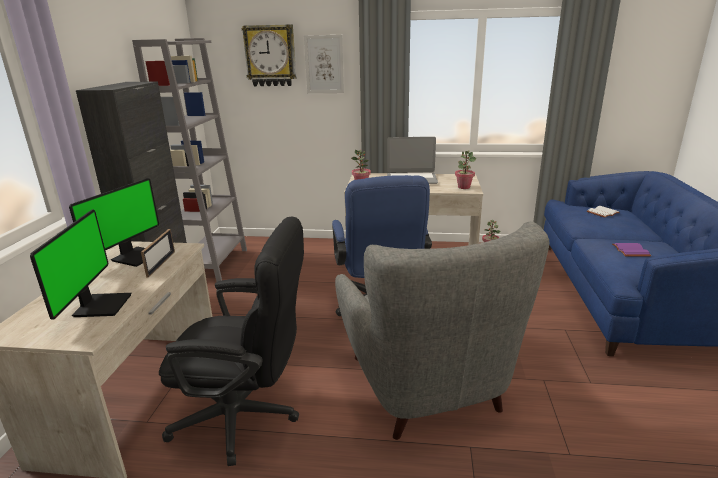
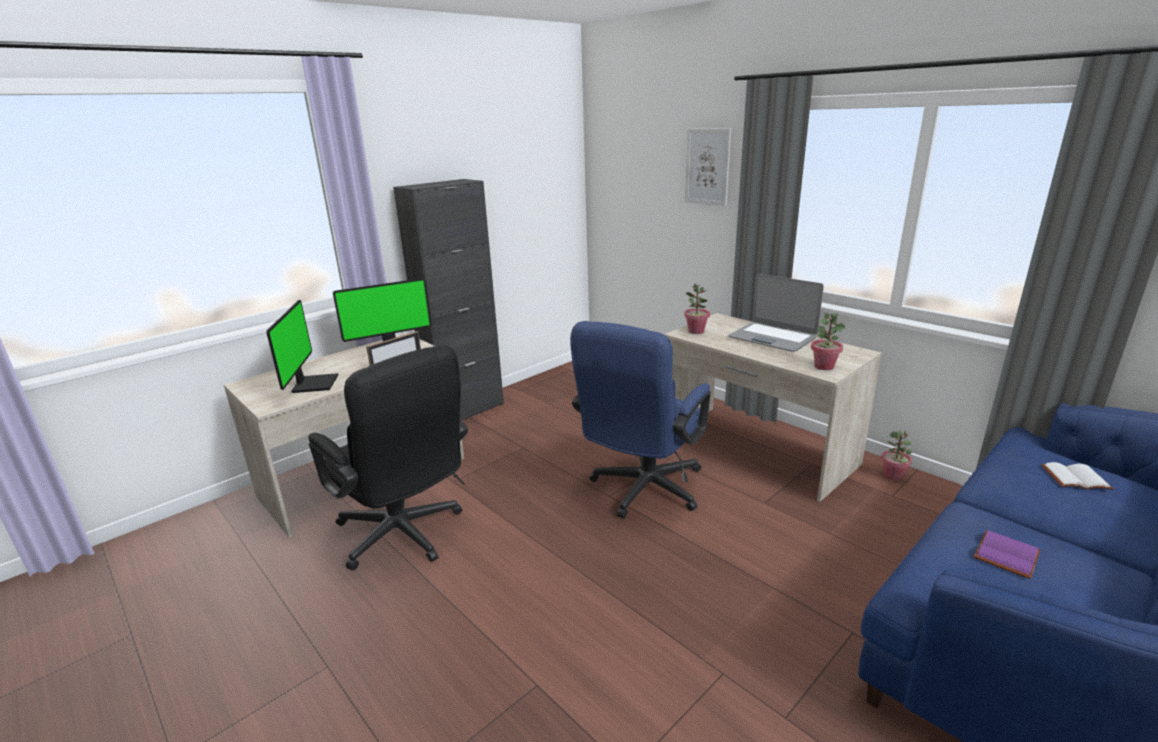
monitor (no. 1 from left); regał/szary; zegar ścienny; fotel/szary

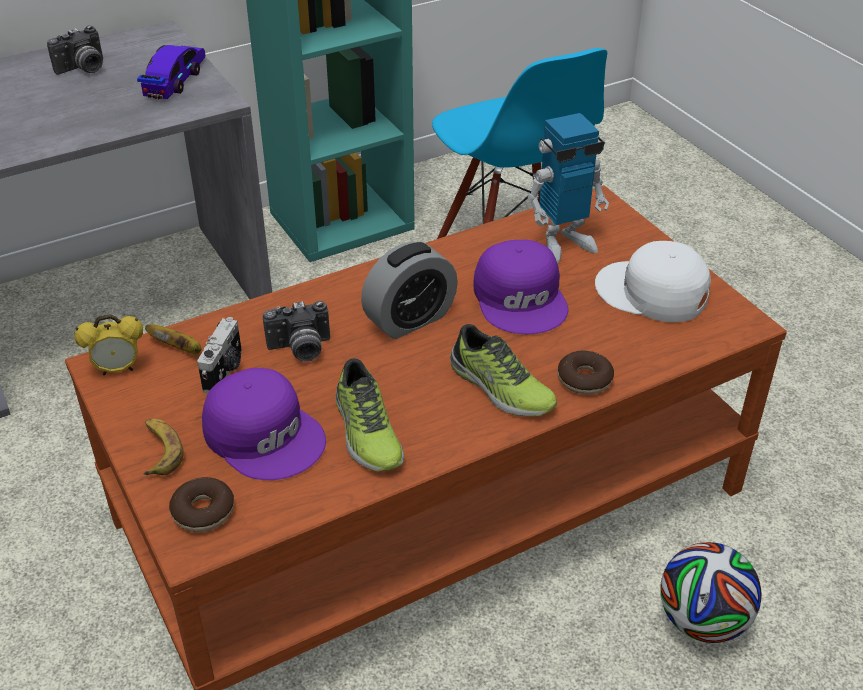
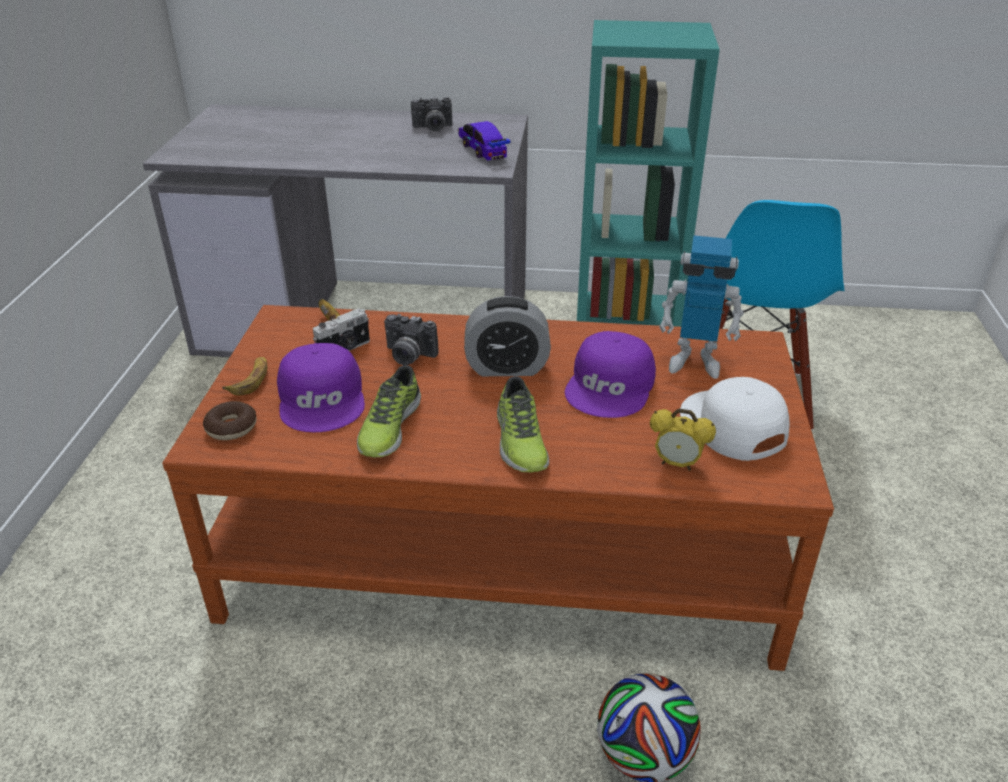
samochodzik; budzik (no. 2 from left); donut (no. 2 from left in the first image)

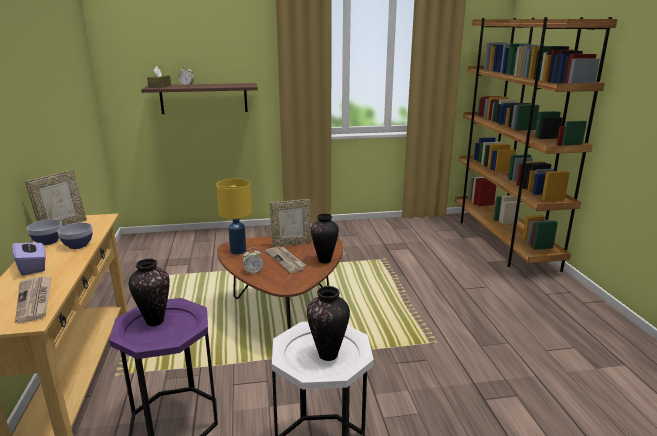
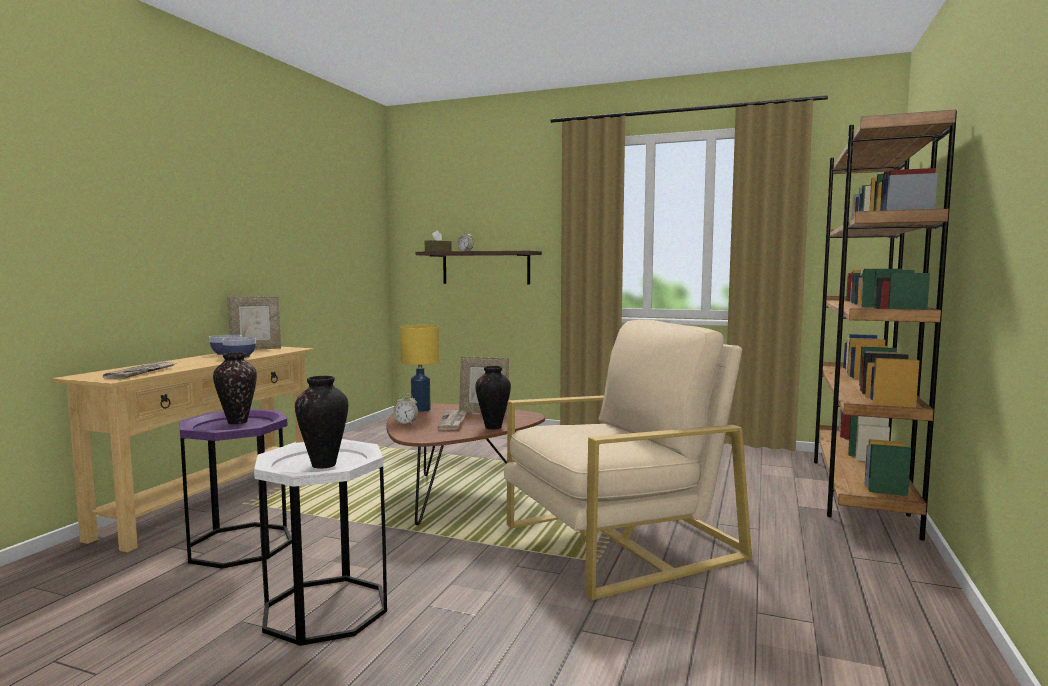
fotel/beżowy; pudełko chusteczek/fioletowy

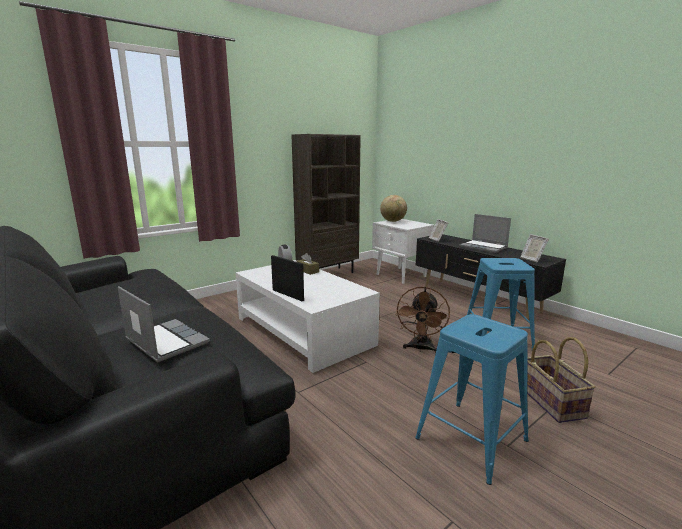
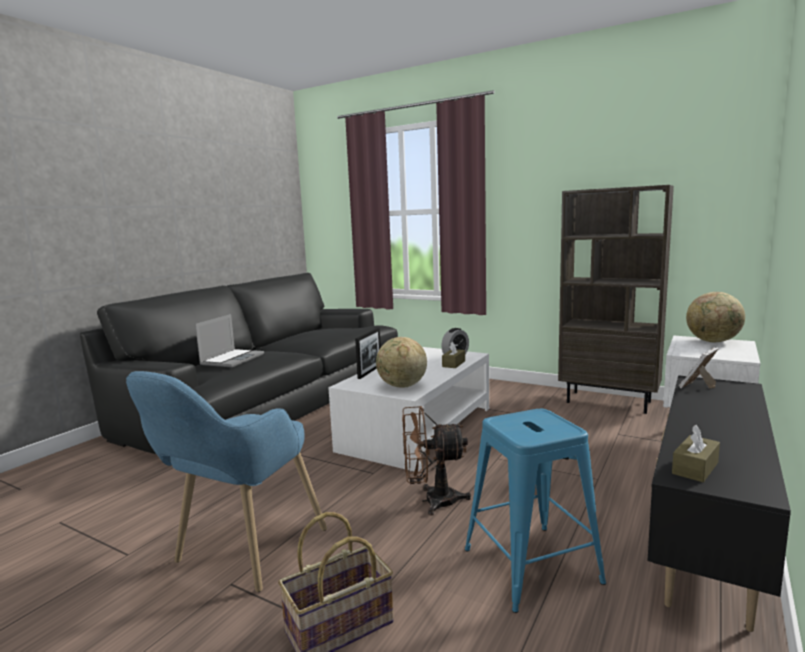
fotel/niebieski; globus (no. 1 from left); pudełko chusteczek/brązowy (no. 2 from left); laptop (no. 2 from left in the first image)

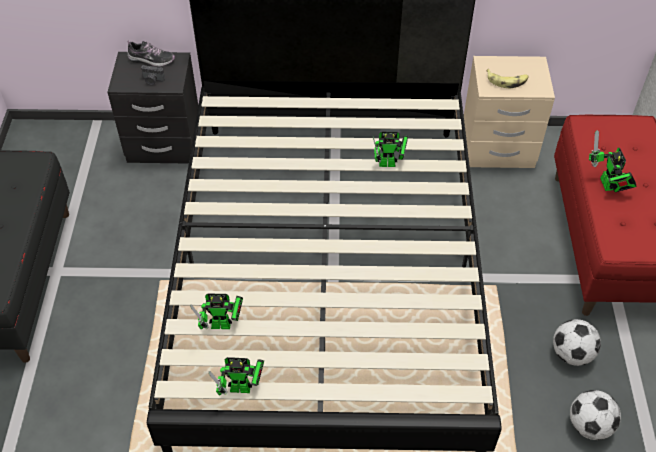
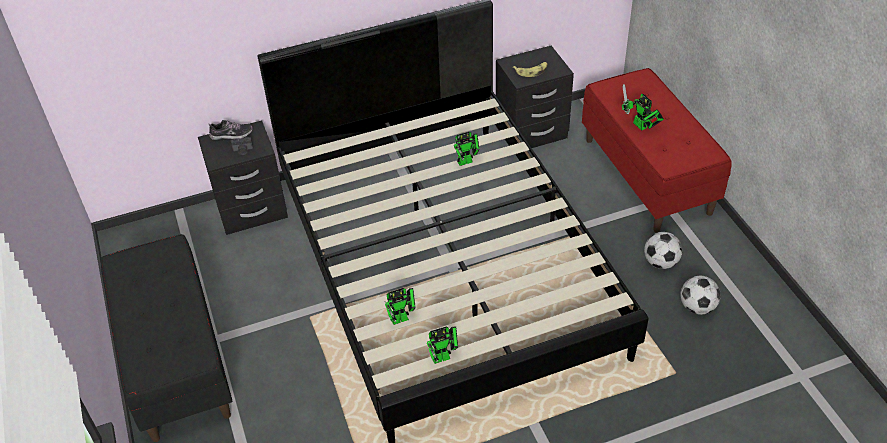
szafka nocna/czarny (no. 2 from left)

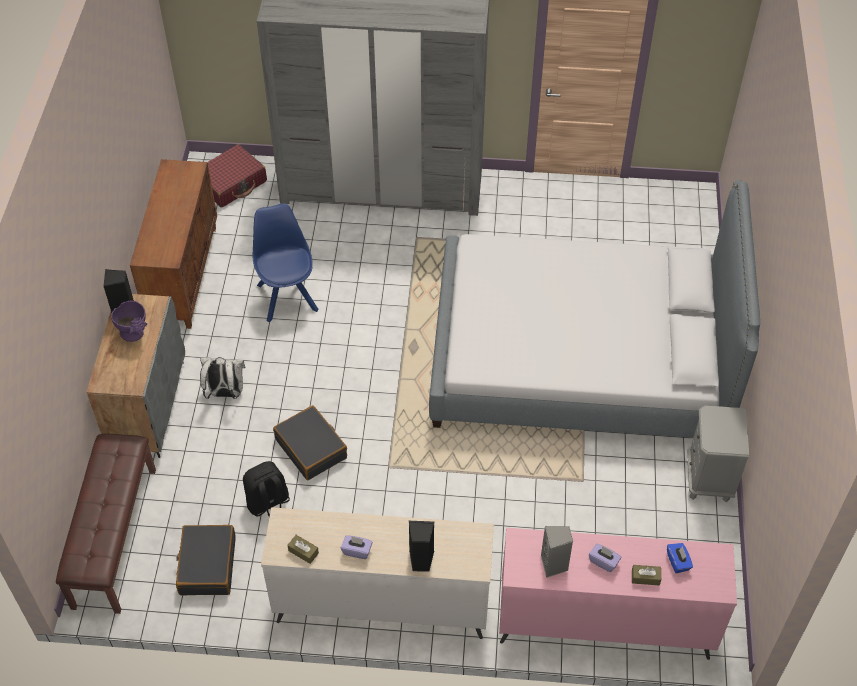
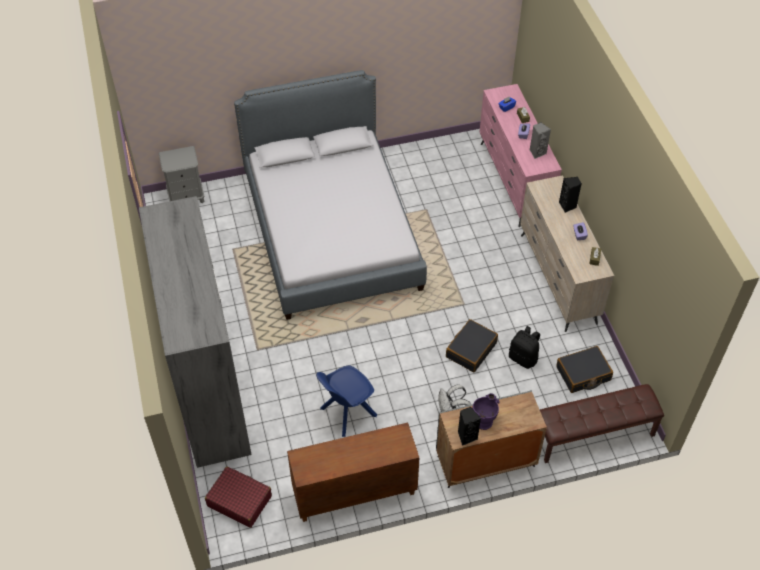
szafka nocna/szary

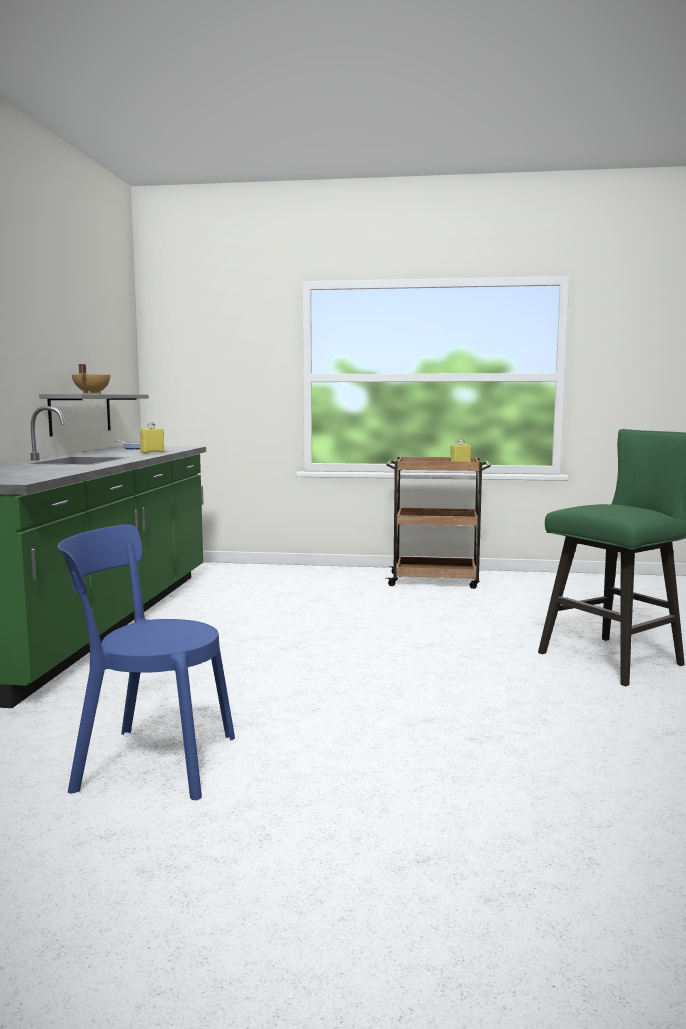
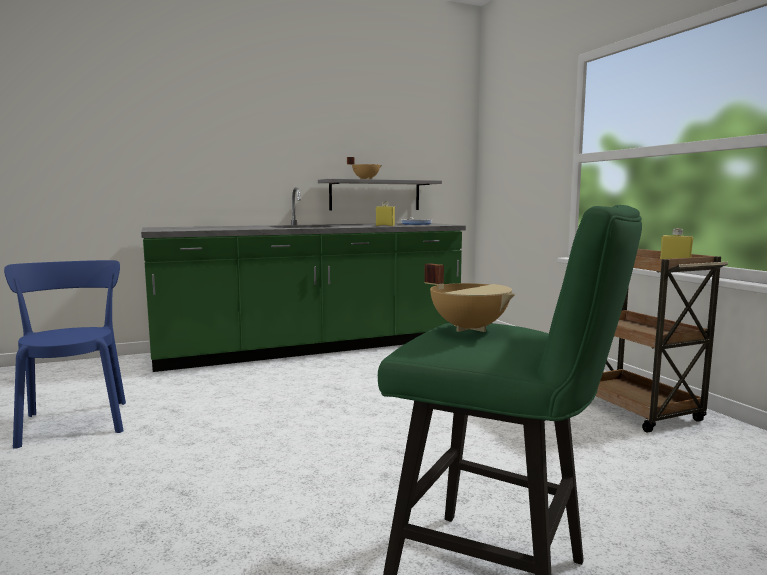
garnek/beżowy (no. 2 from left)

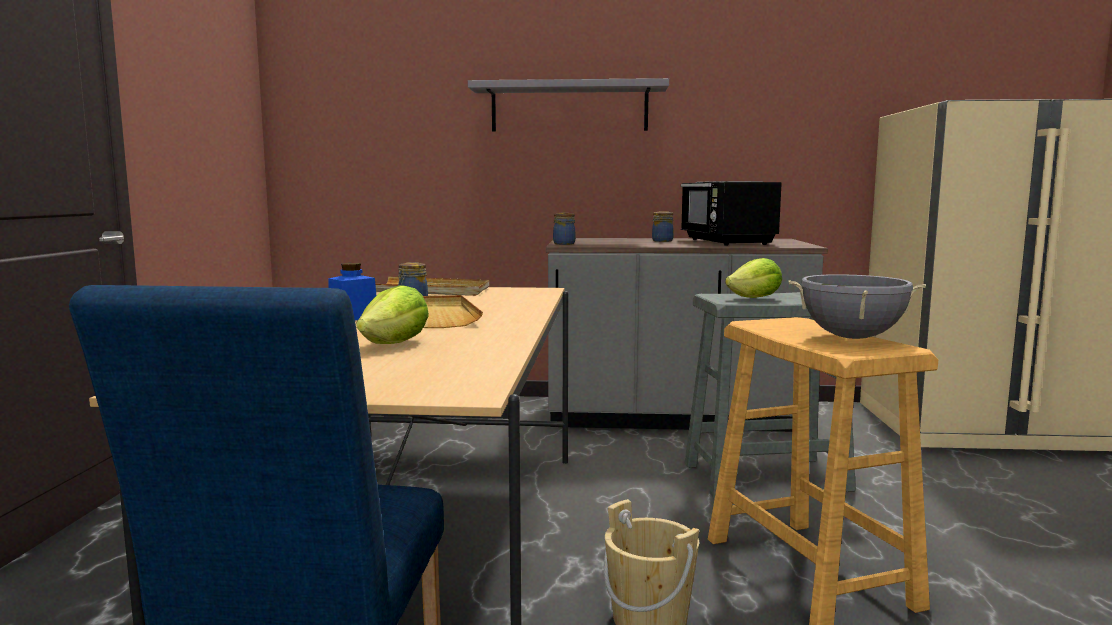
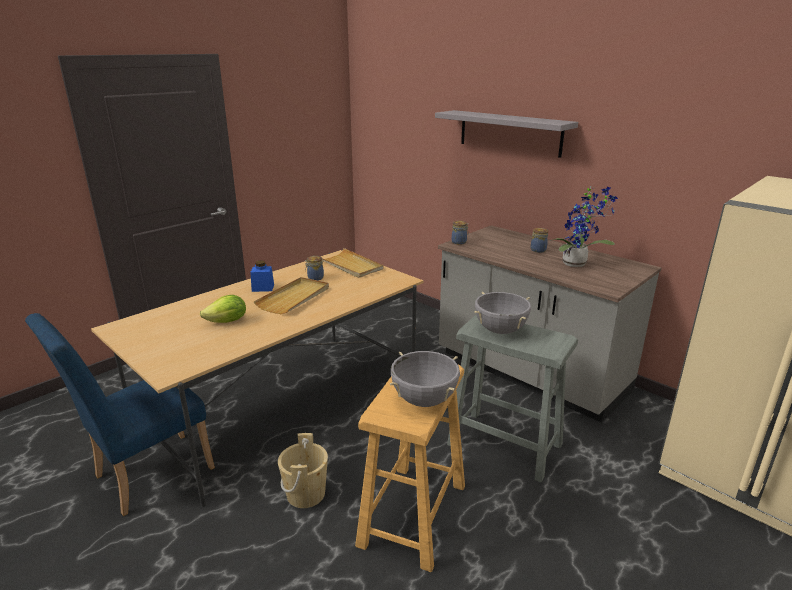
garnek/szary (no. 2 from left); roślina doniczkowa

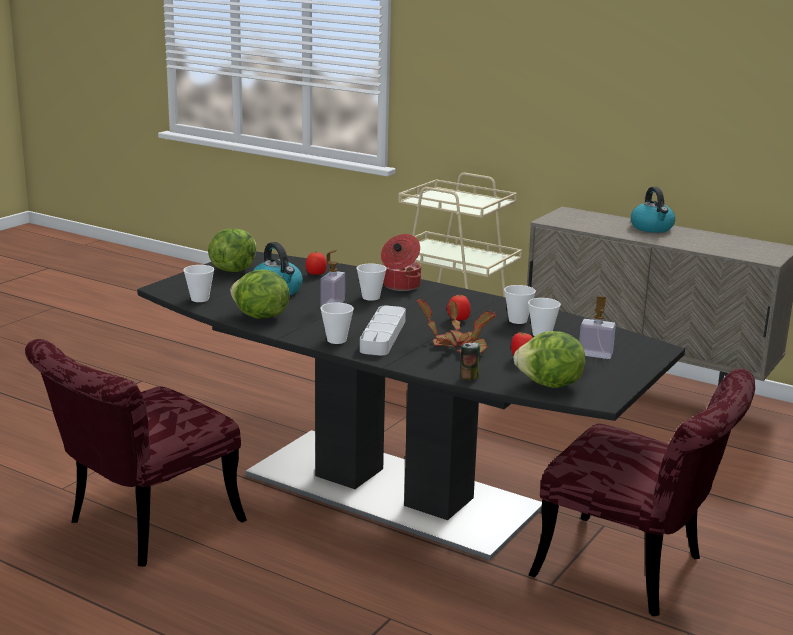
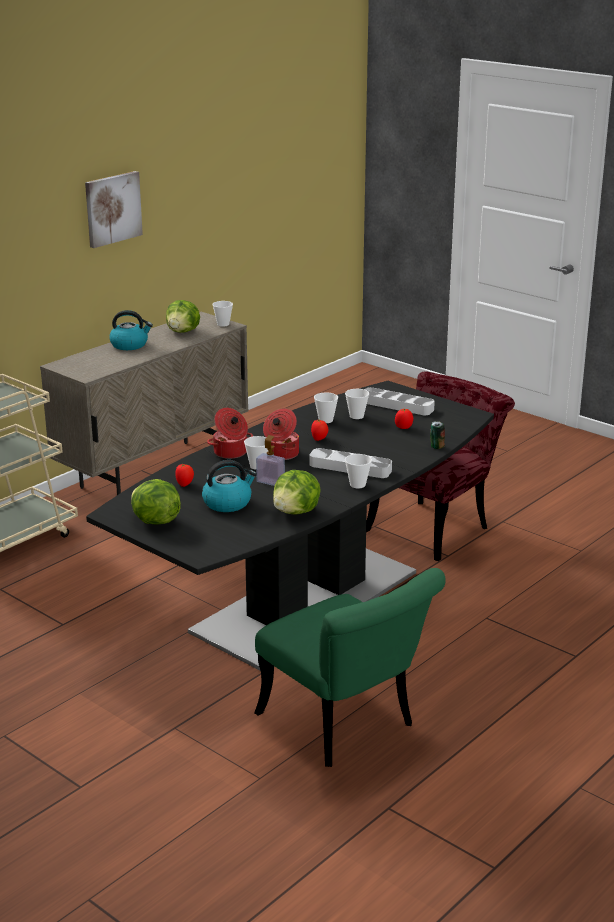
obraz; sałata (no. 2 from left); filiżanka (no. 1 from left); krzesło/zielony; garnek (no. 2 from left); taca/szary (no. 2 from left); roślina doniczkowa

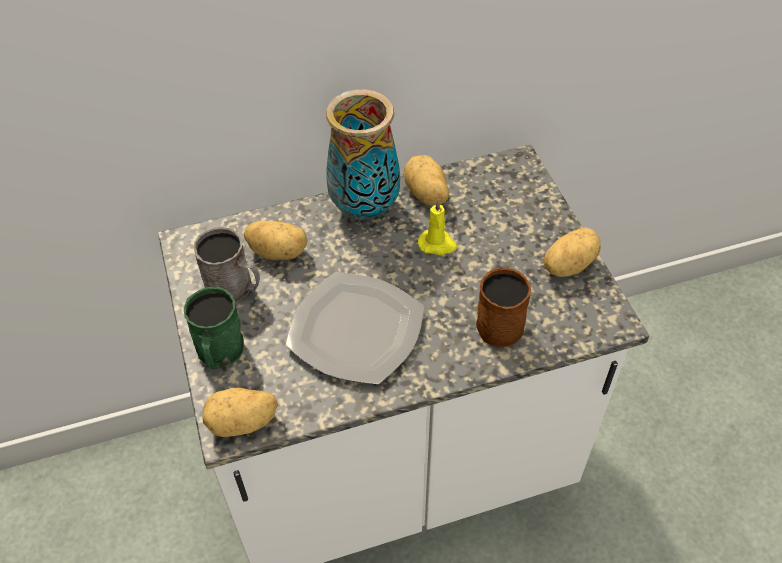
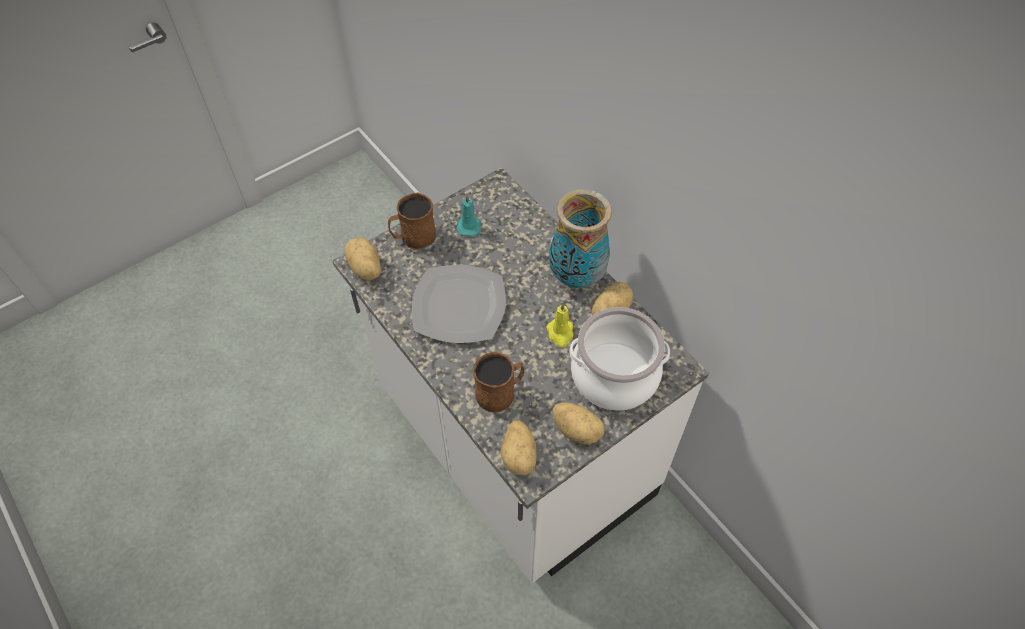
kubek/brązowy (no. 1 from left); świeca/turkusowy; ziemniak (no. 2 from left); garnek

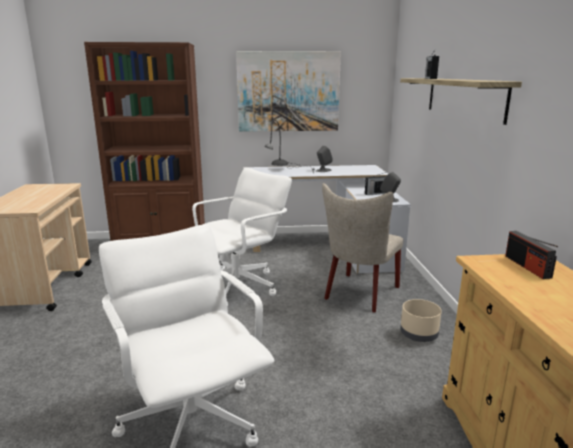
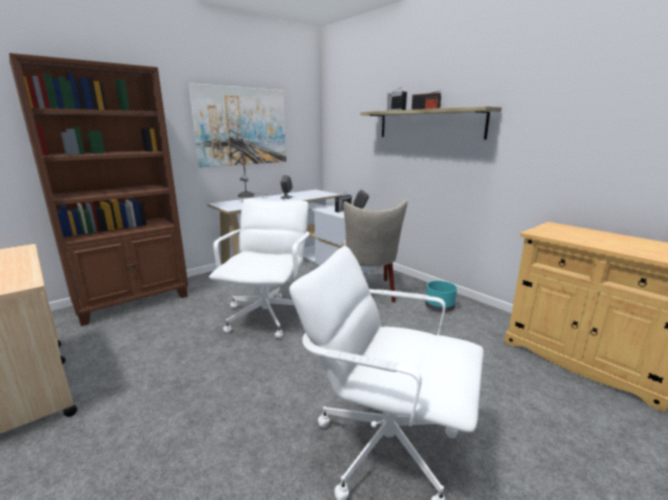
radio (no. 3 from left); donica/turkusowy

